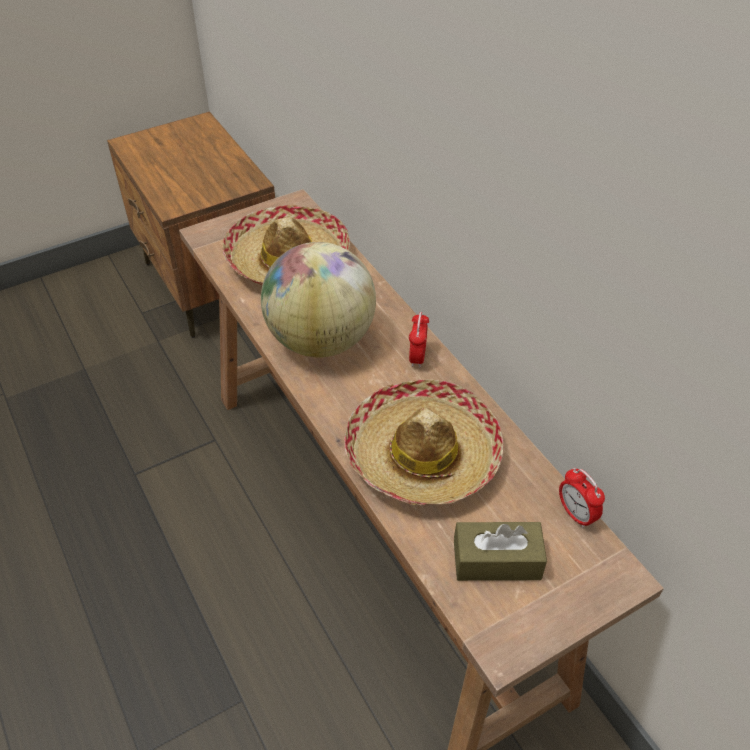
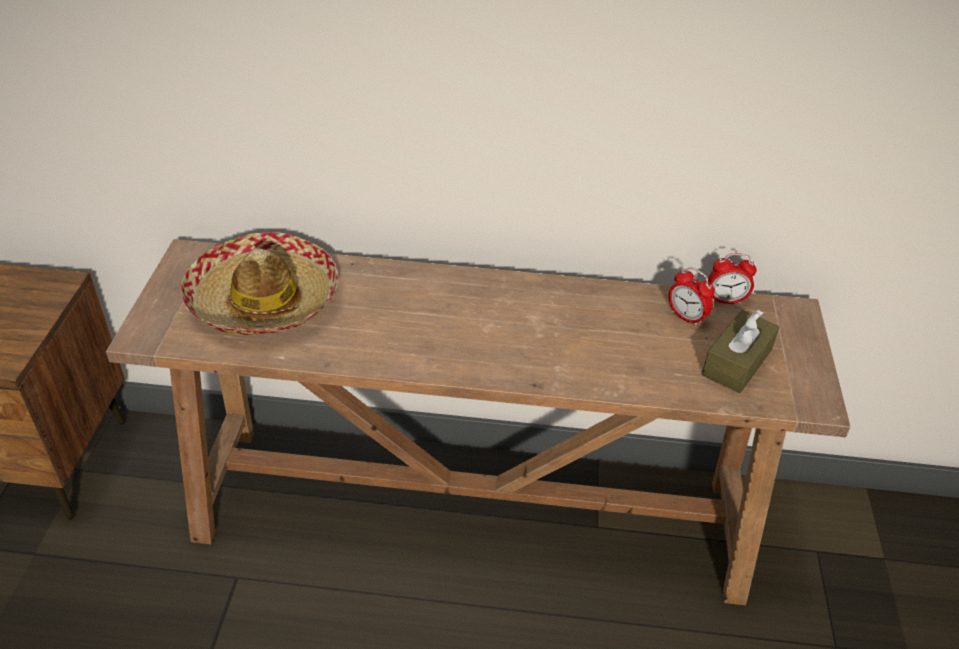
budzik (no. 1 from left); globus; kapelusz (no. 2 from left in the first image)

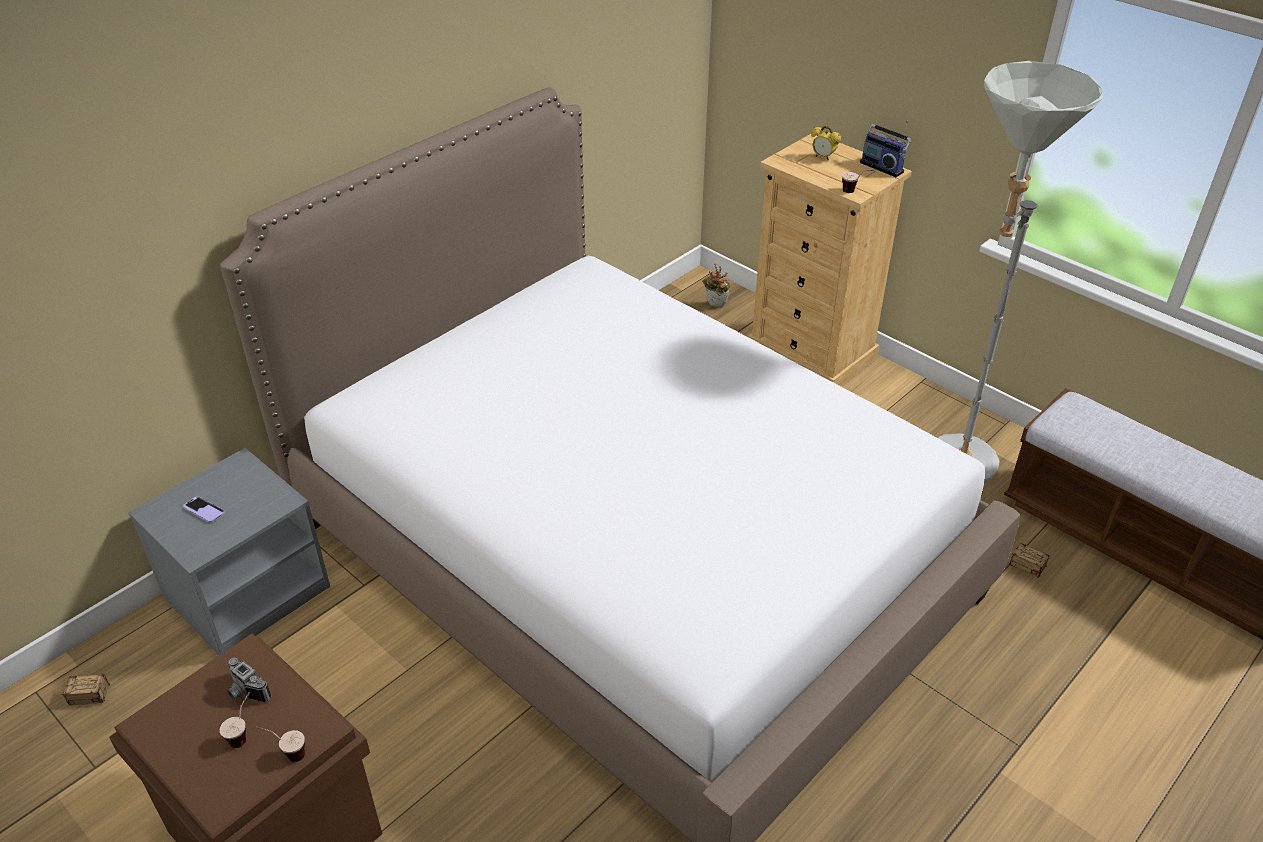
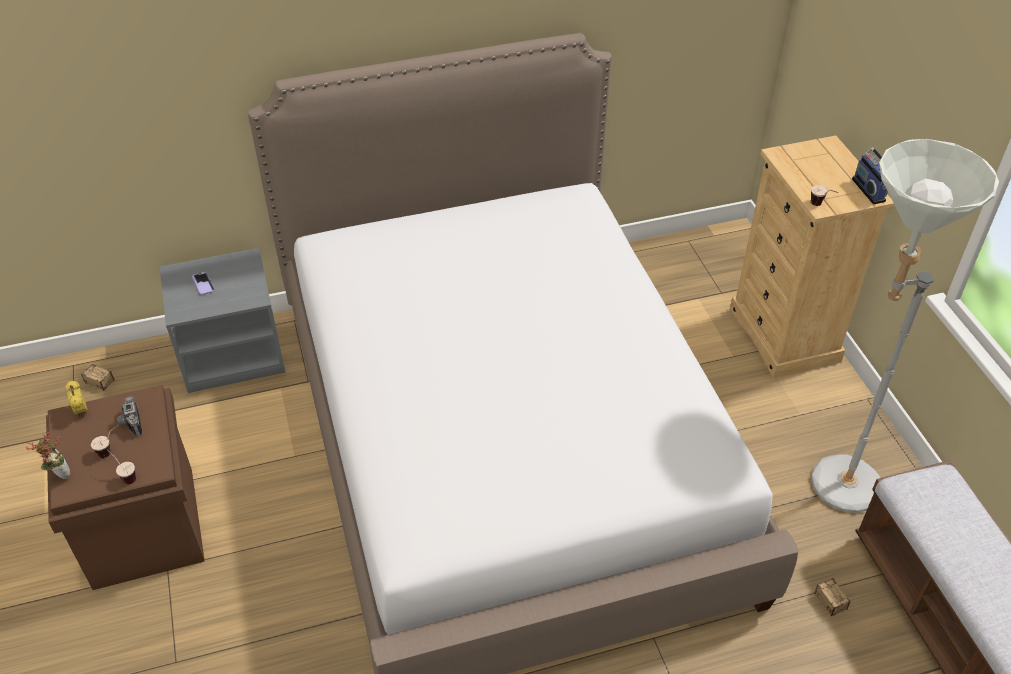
roślina doniczkowa; budzik

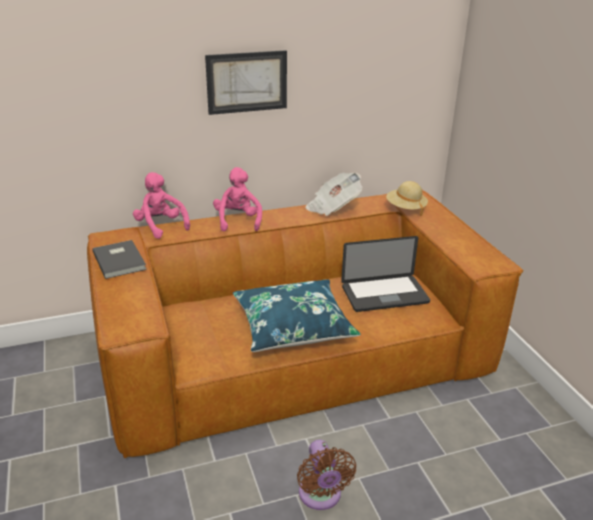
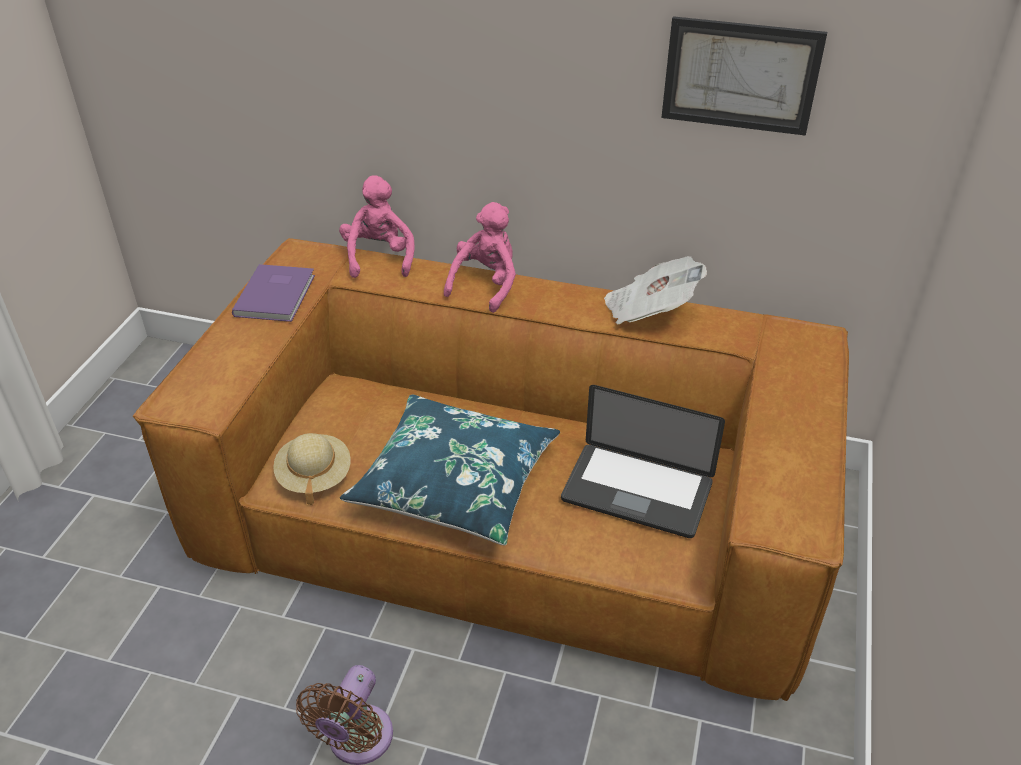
książka/fioletowy; kapelusz/beżowy; obraz

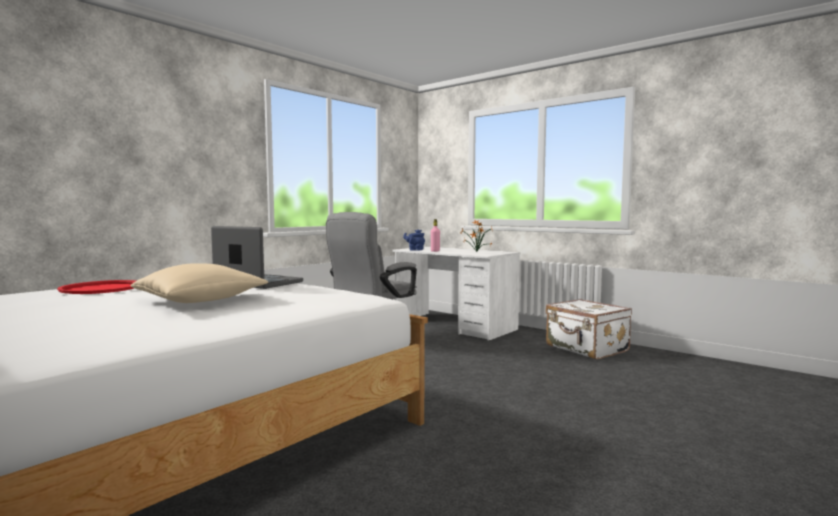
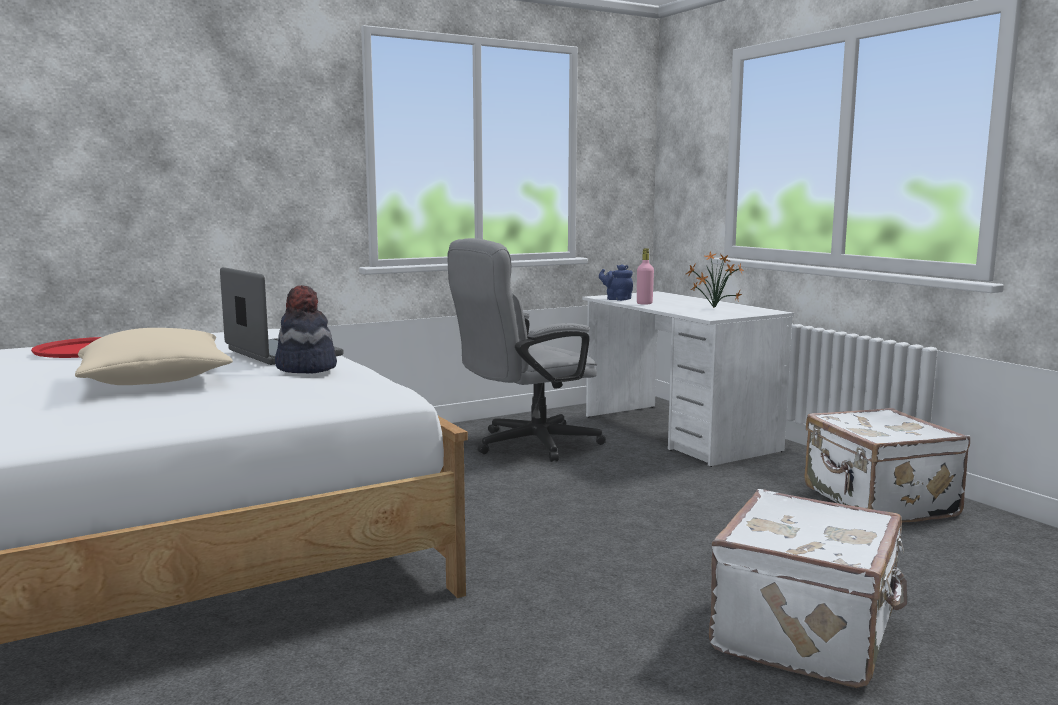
kapelusz; walizka/biały (no. 1 from left)

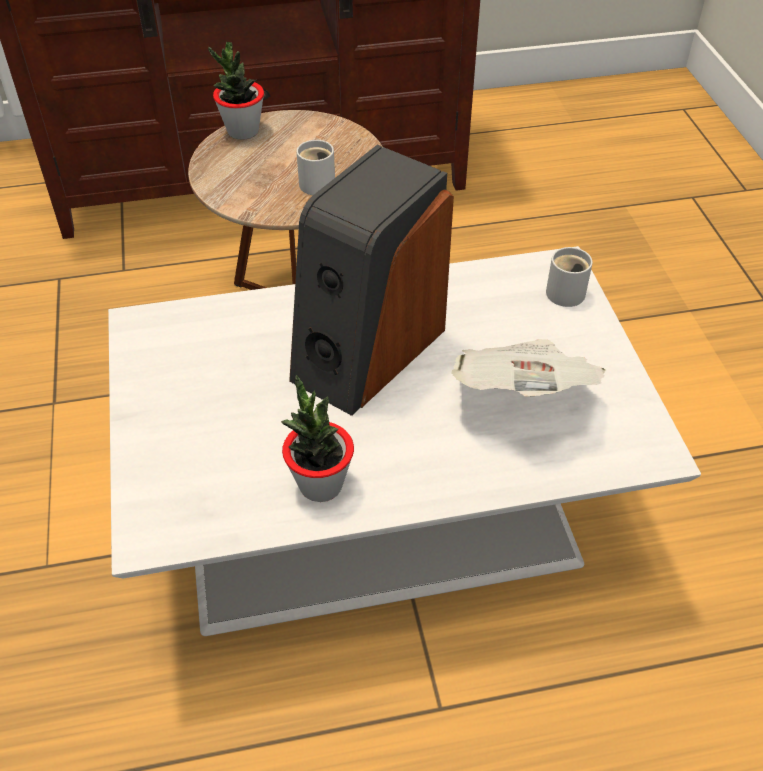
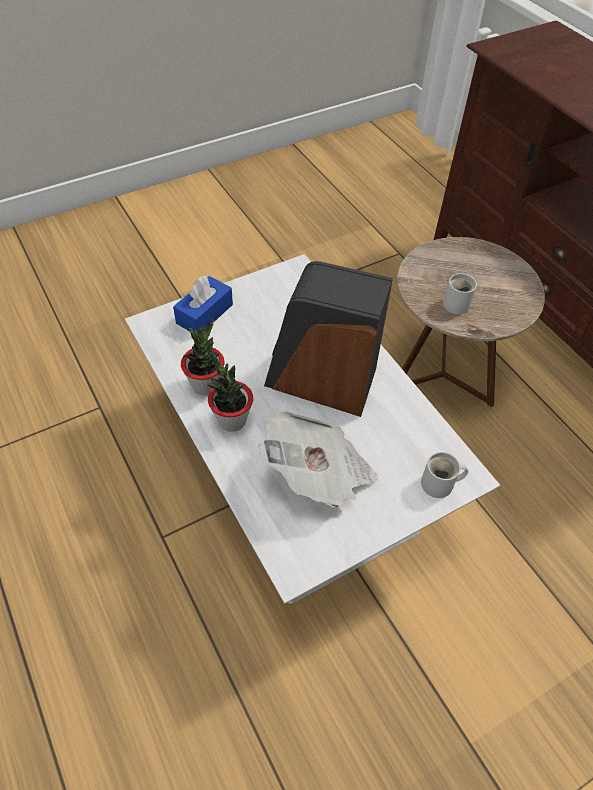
pudełko chusteczek/niebieski; roślina doniczkowa (no. 2 from left)

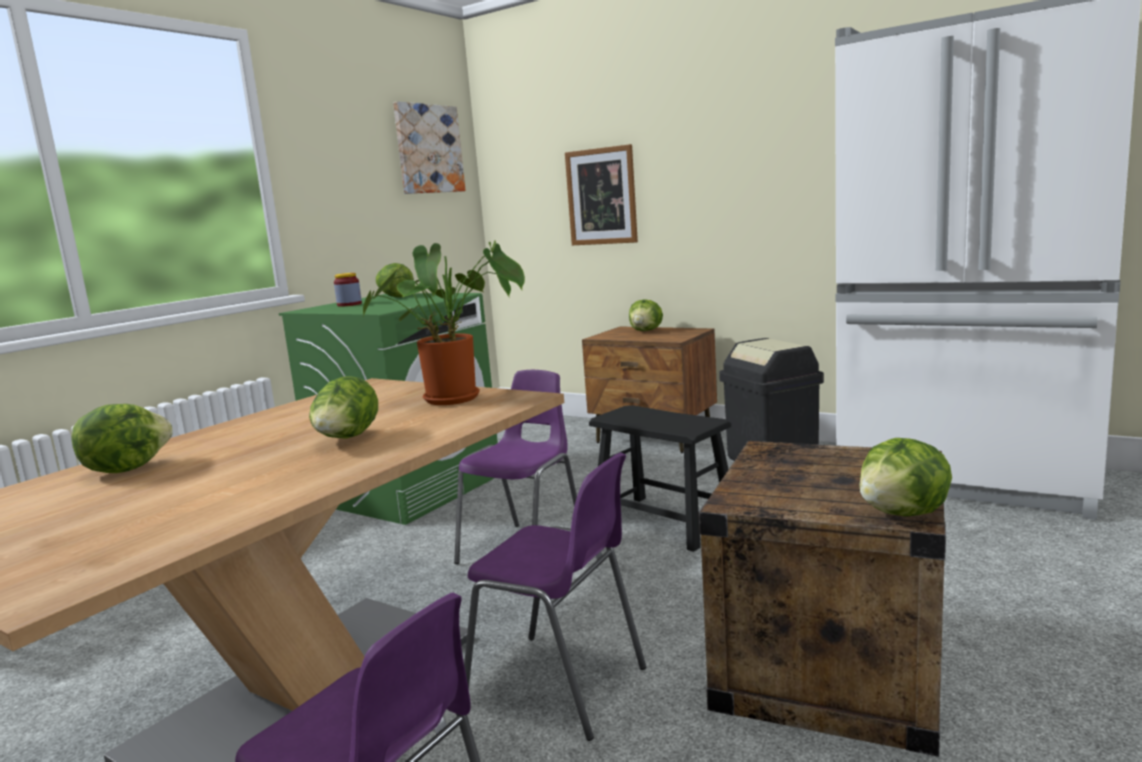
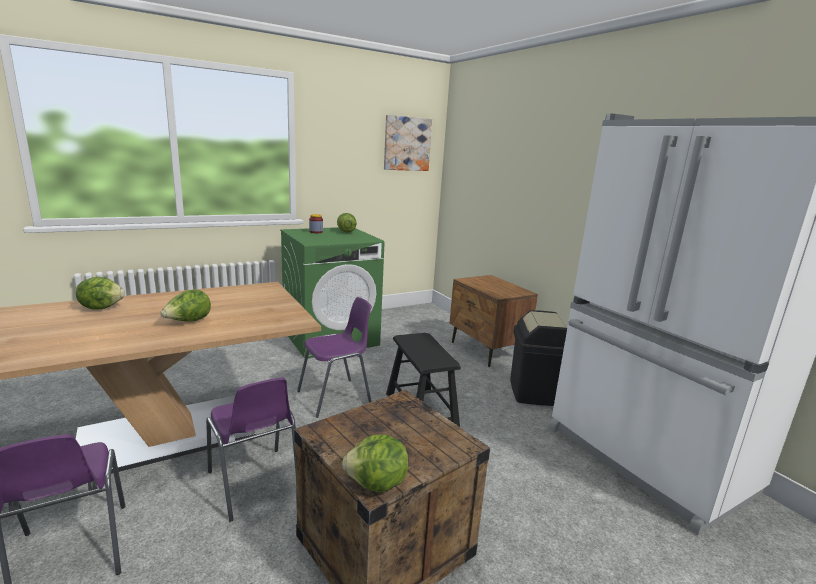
roślina doniczkowa; obraz (no. 2 from left in the first image); sałata (no. 4 from left in the first image)

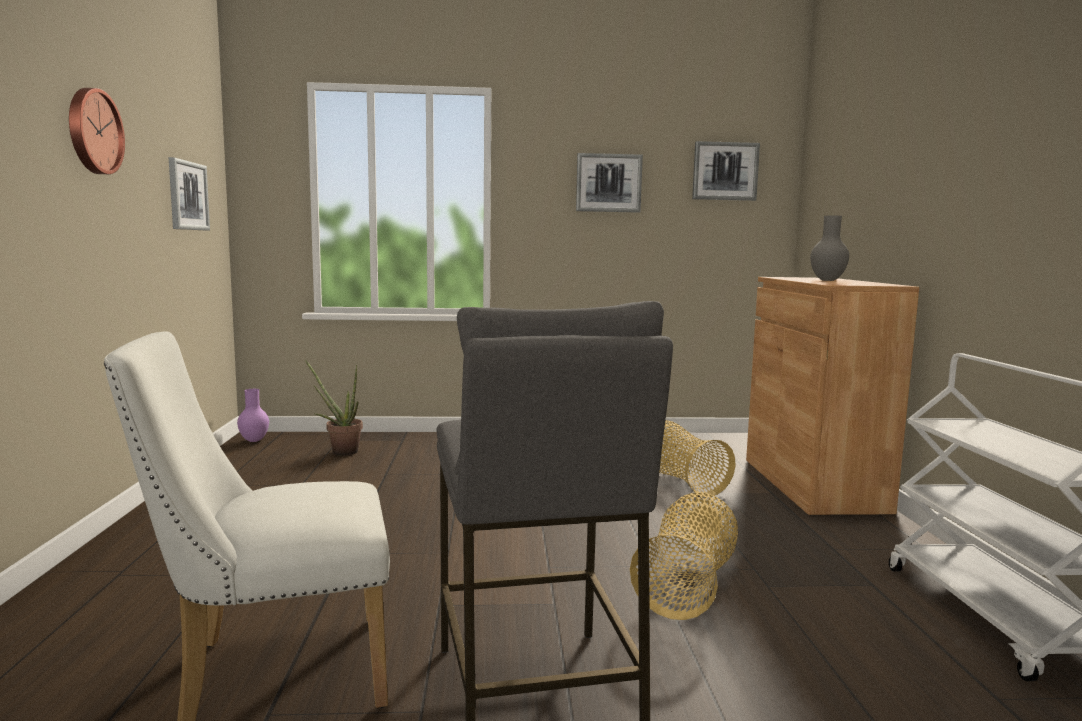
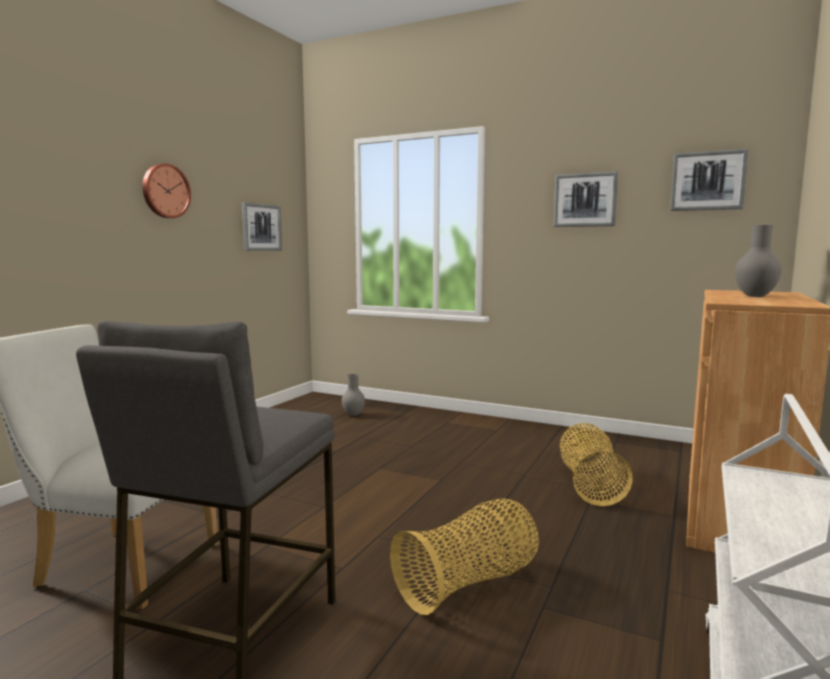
wazon/szary (no. 1 from left); wazon/fioletowy

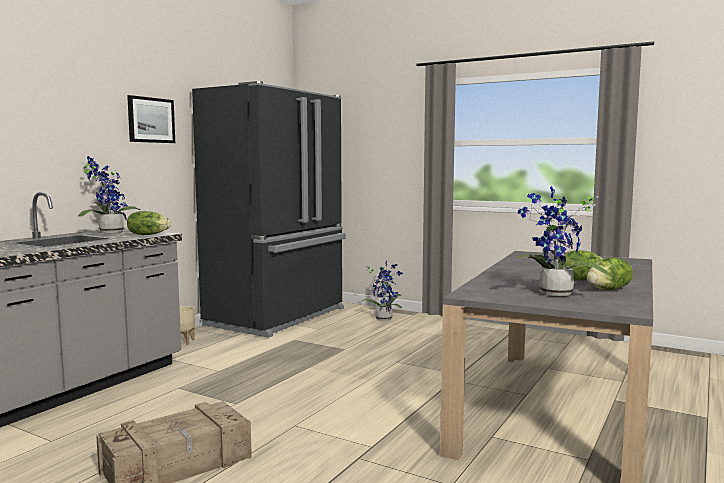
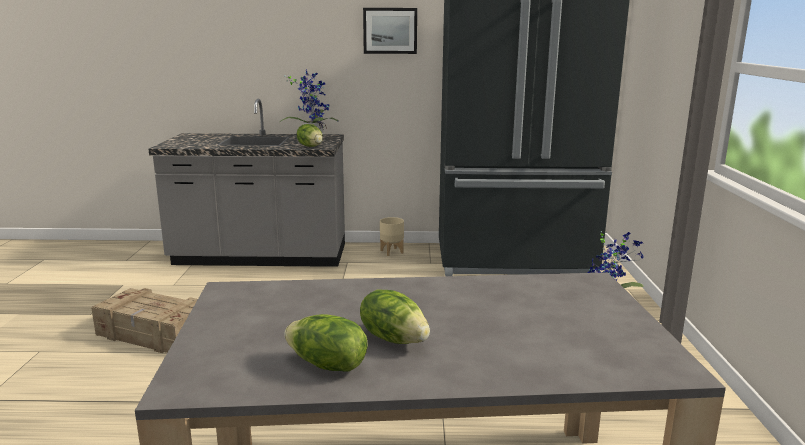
roślina doniczkowa (no. 3 from left in the first image)

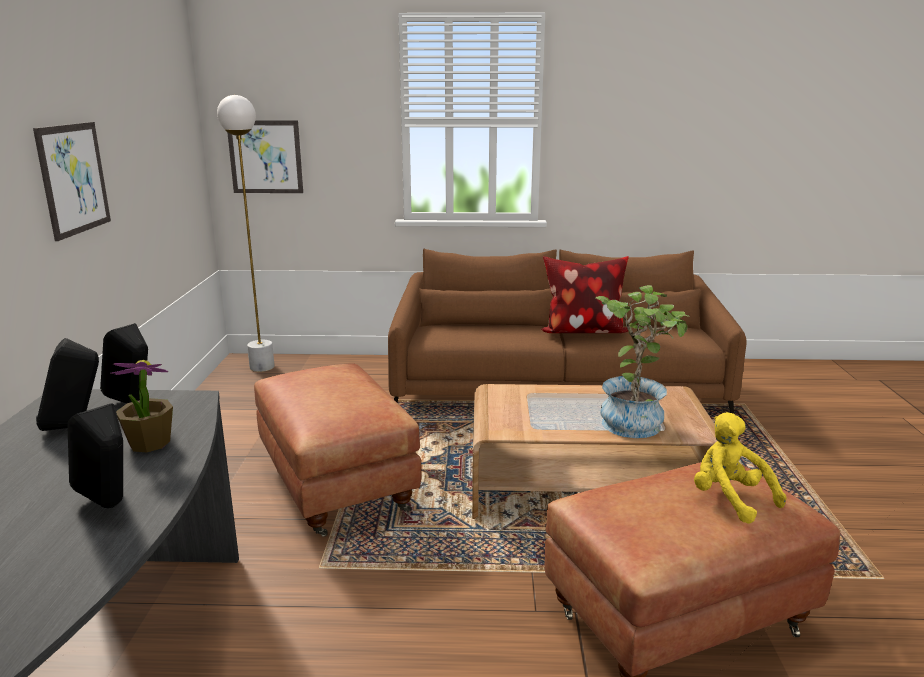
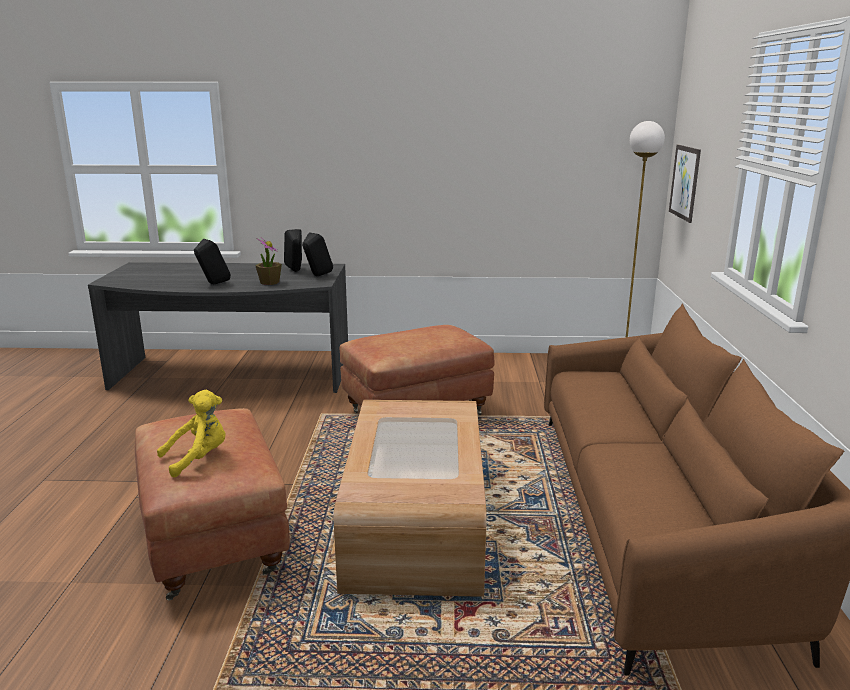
obraz (no. 1 from left in the first image); poduszka; roślina doniczkowa (no. 2 from left in the first image)

